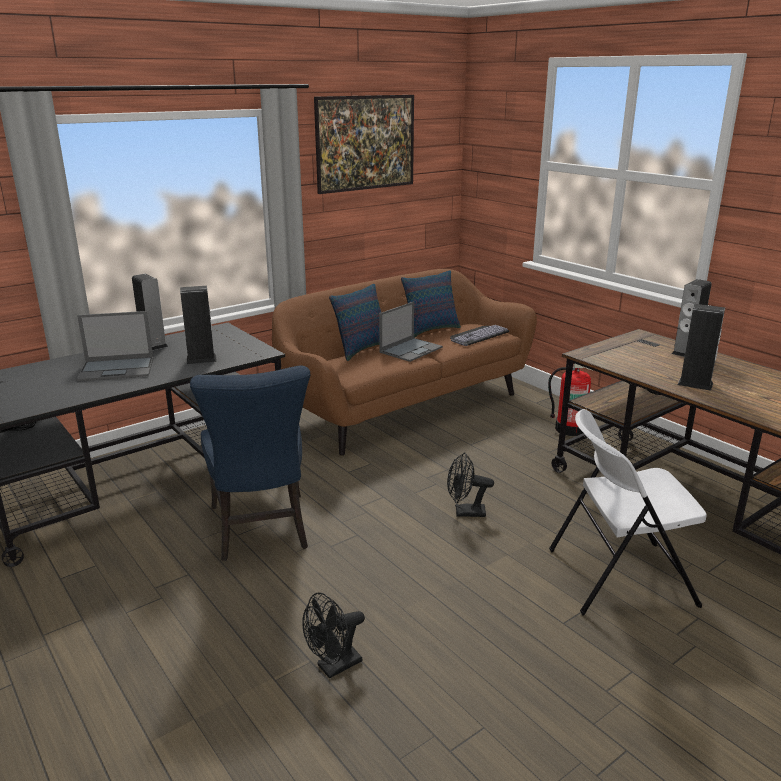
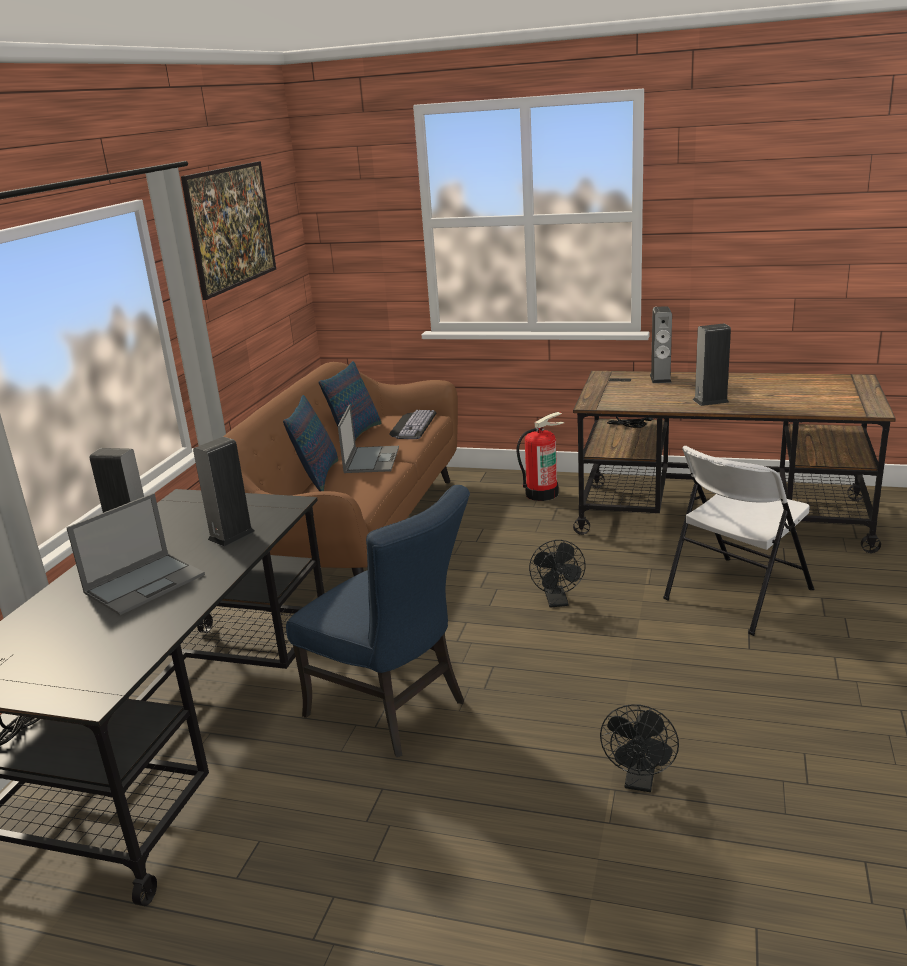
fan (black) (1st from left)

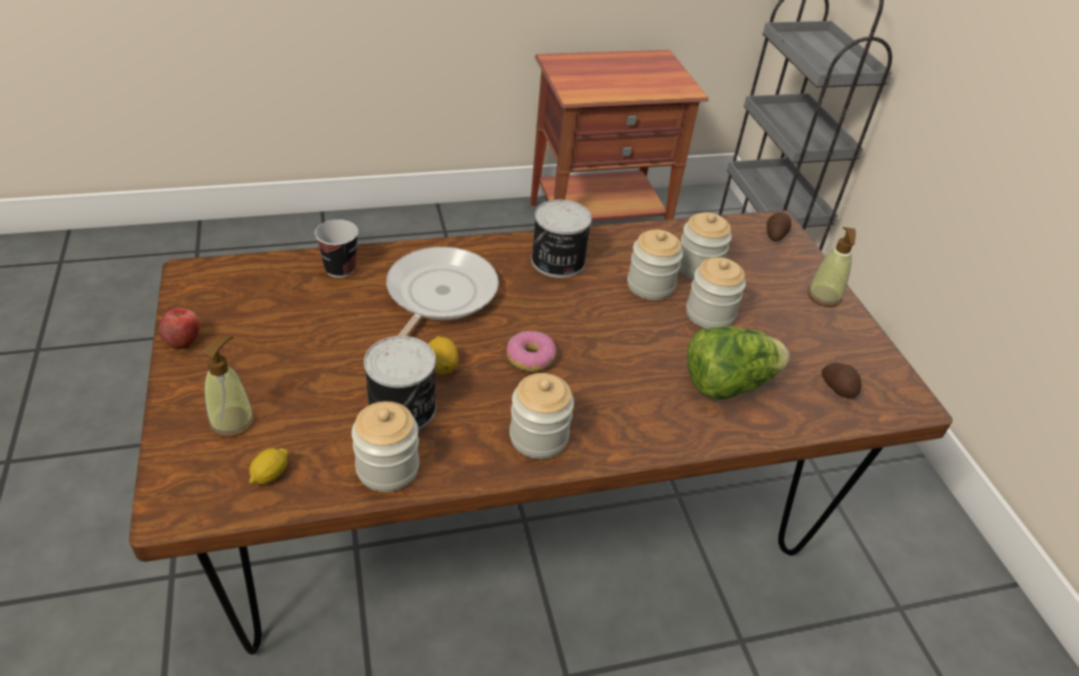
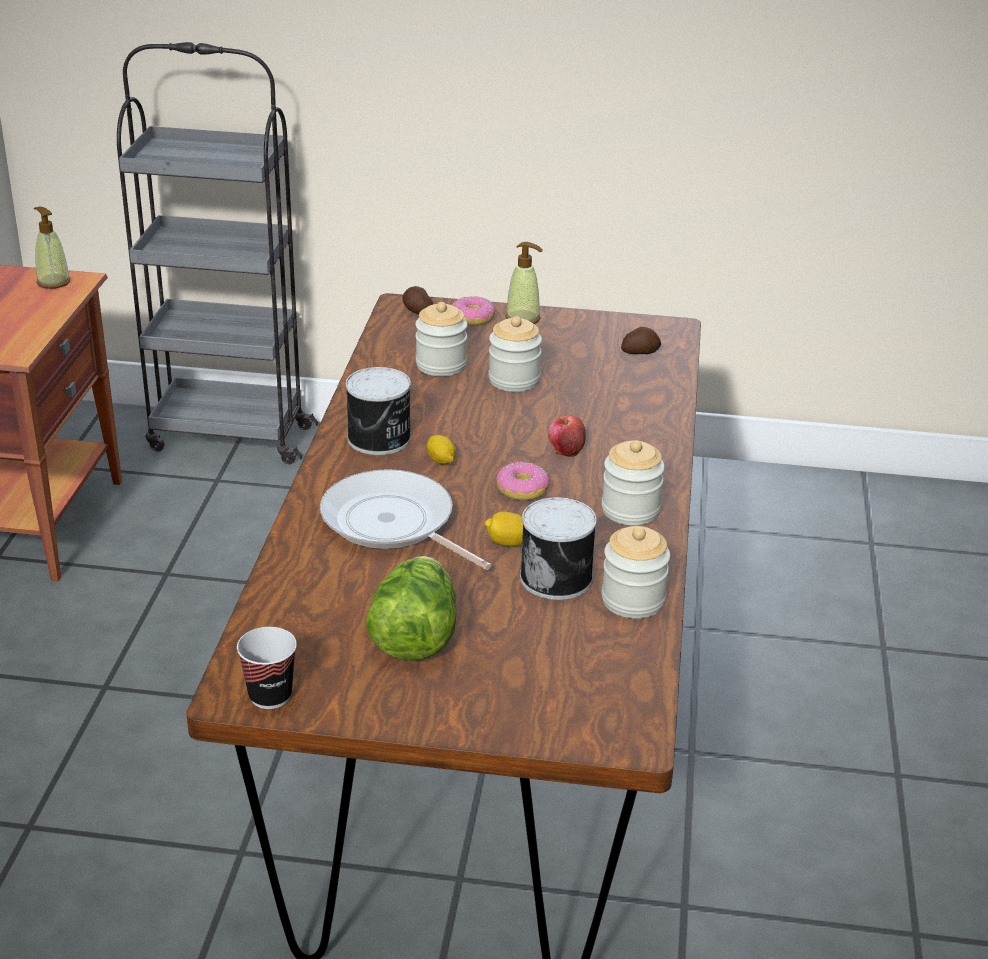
apple; soap dispenser (1st from left); lemon (1st from left); cup; jar (3rd from left in the first image); lettuce; donut (1st from left)

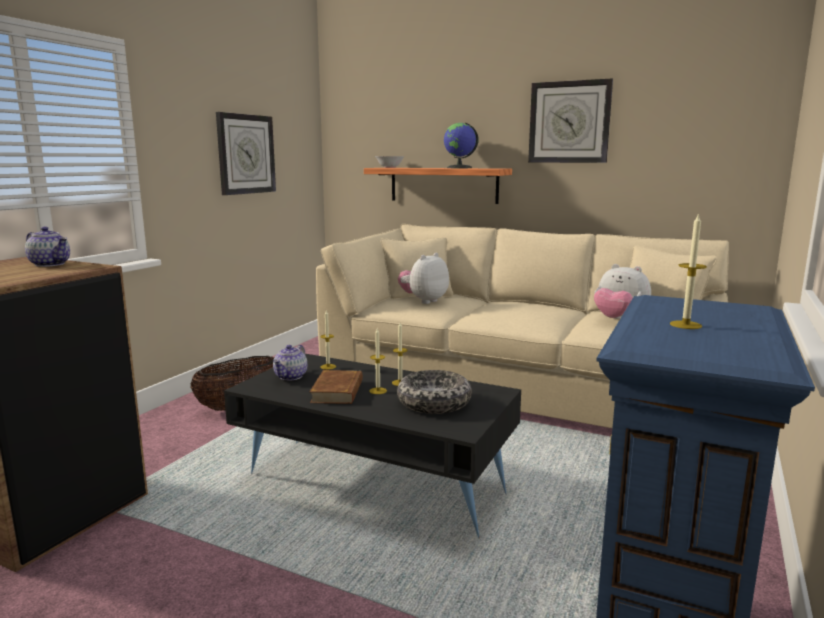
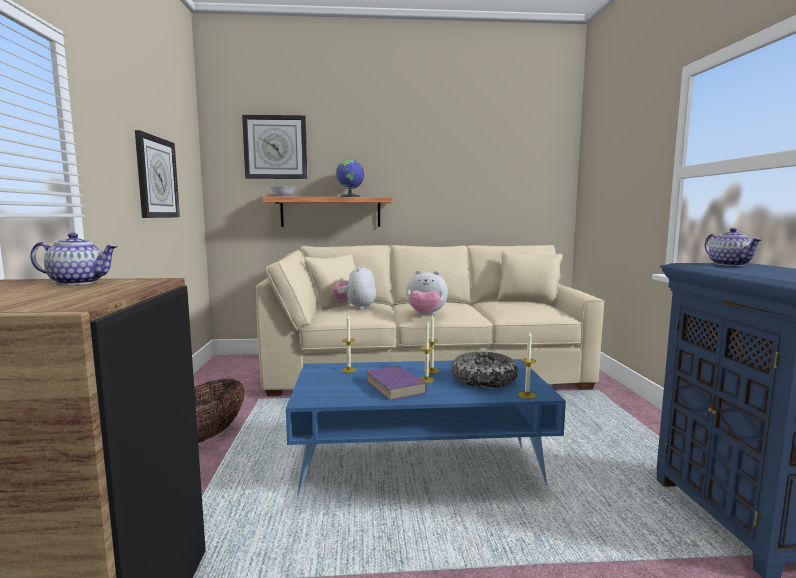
coffee table (blue); teapot (2nd from left); book (purple); wall clock (2nd from left); plush toy (2nd from left); candle (4th from left)

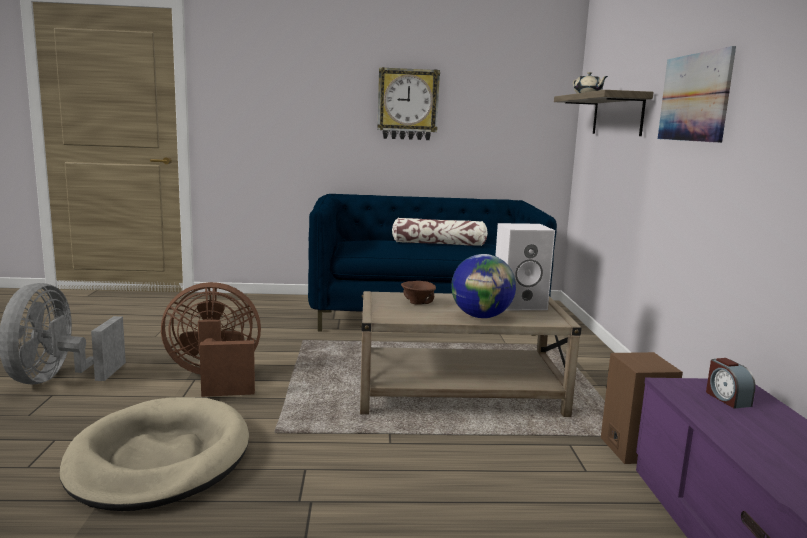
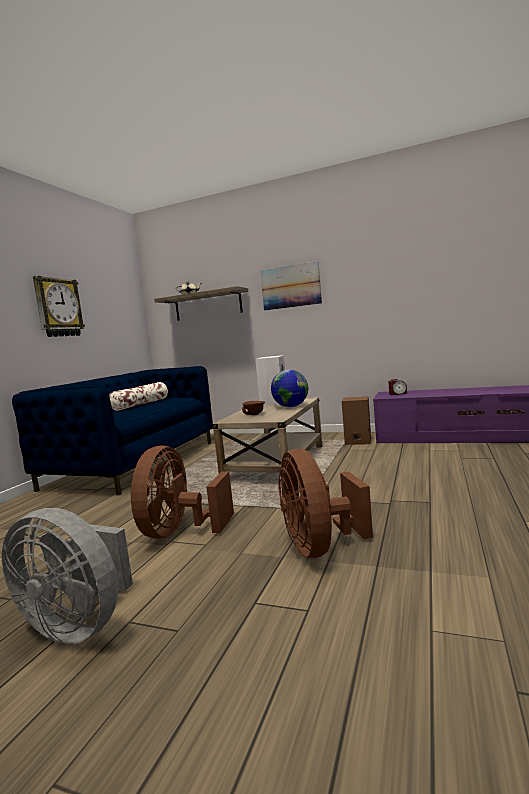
fan (brown) (2nd from left)

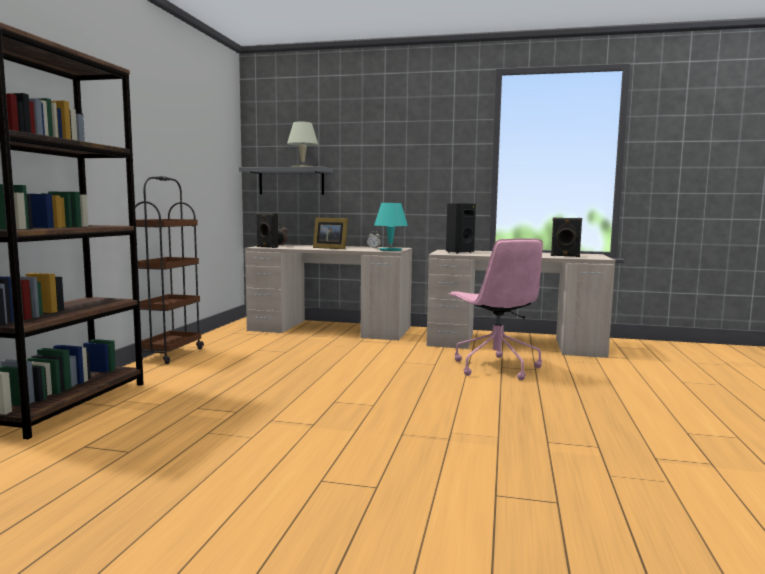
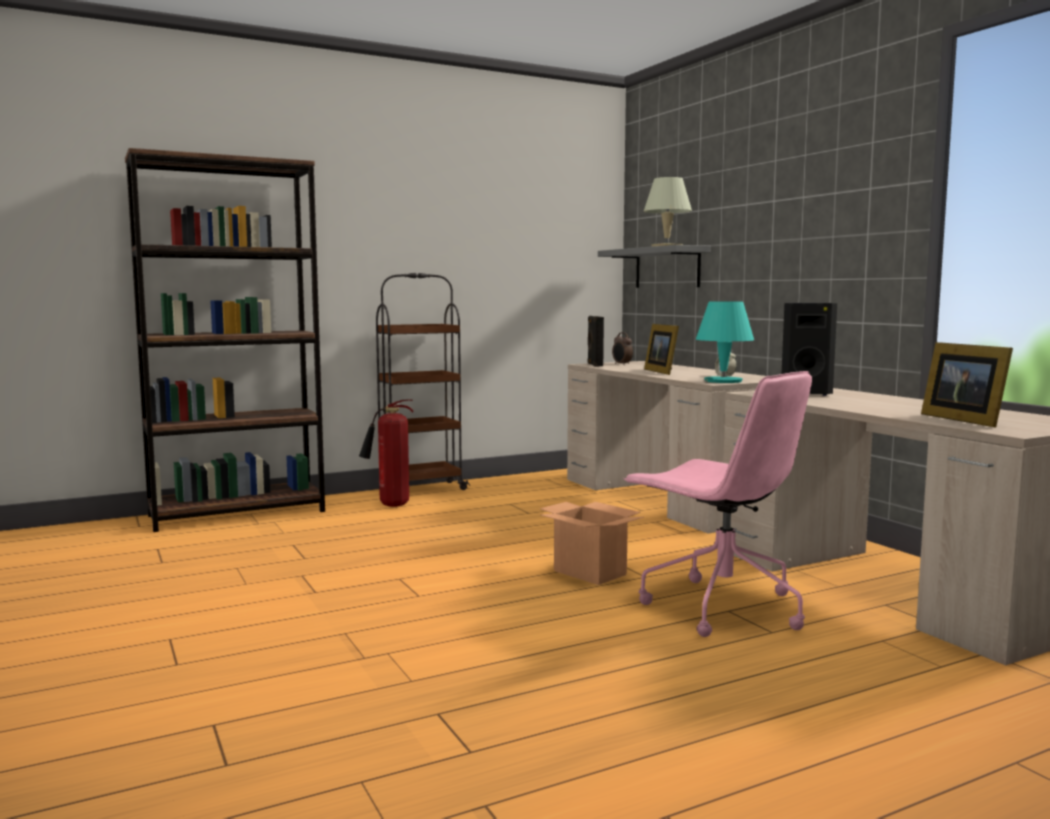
office chair (pink); picture frame (2nd from left); fire extinguisher; cardboard box

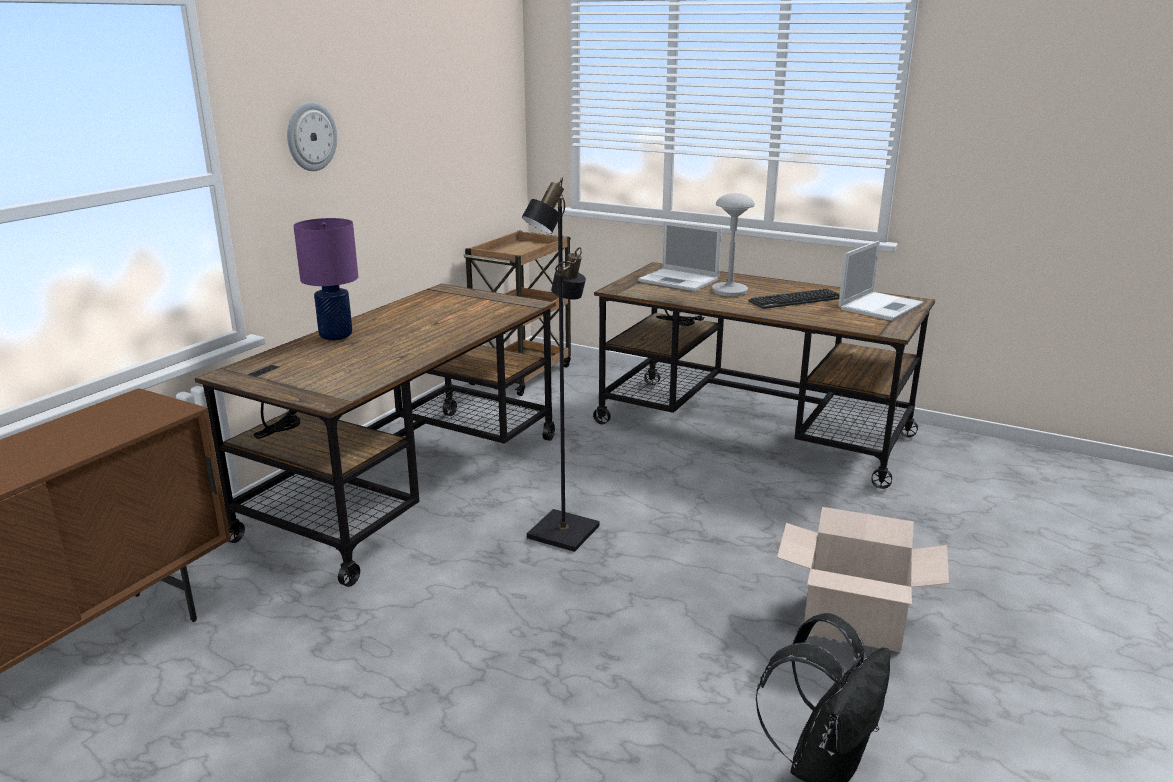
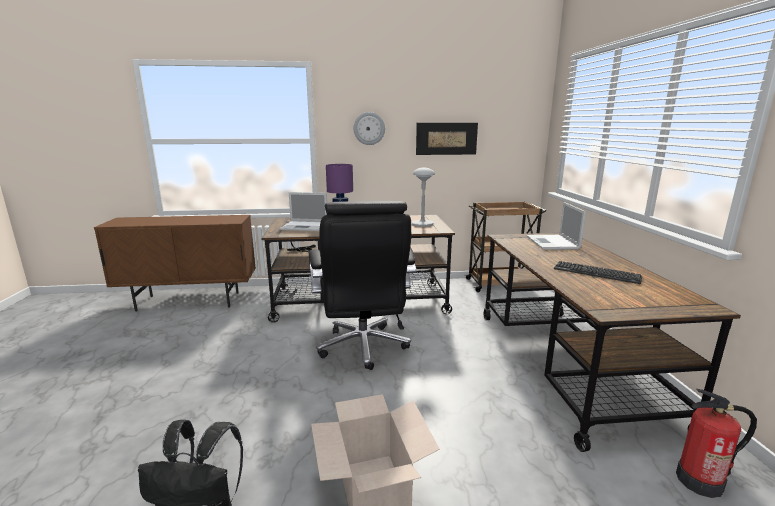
office chair (black); table lamp (grey); laptop (1st from left); picture; fire extinguisher

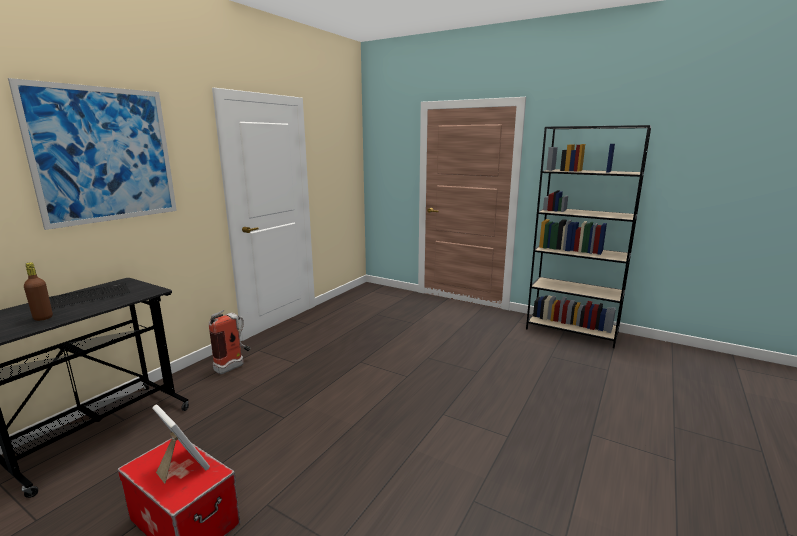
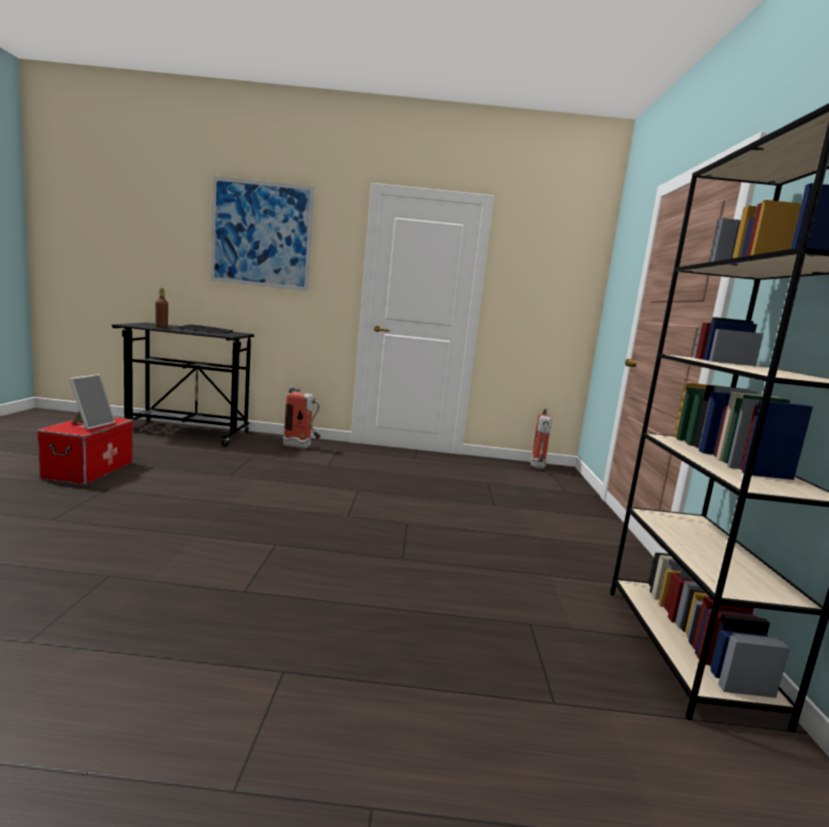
fire extinguisher (2nd from left)

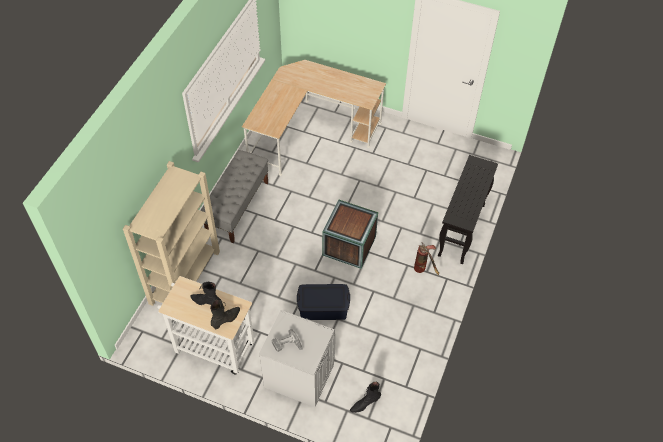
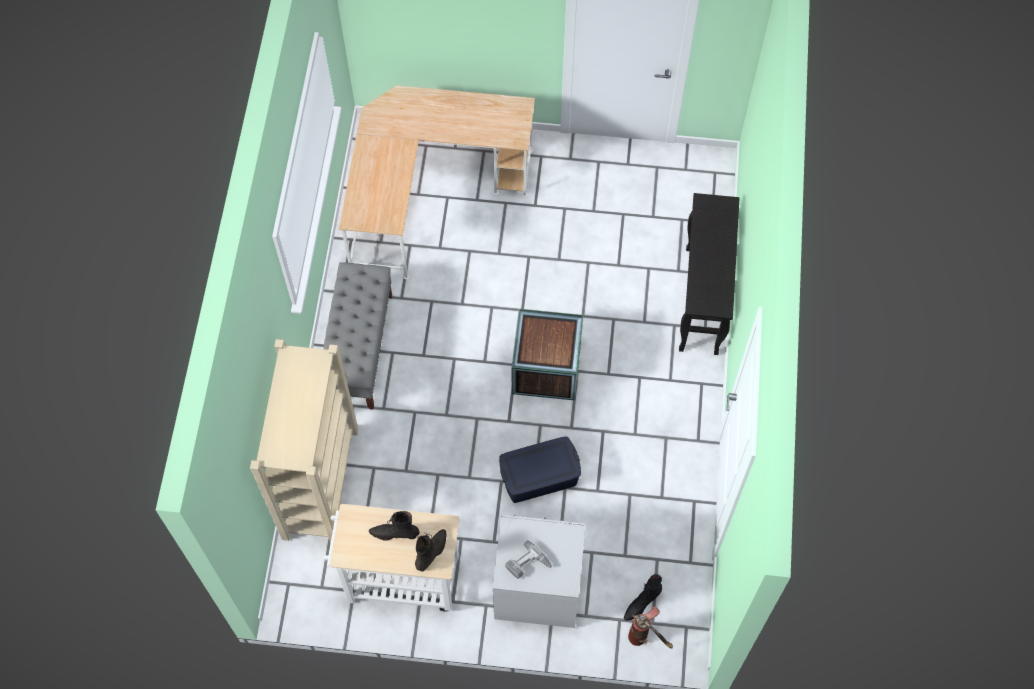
fire extinguisher

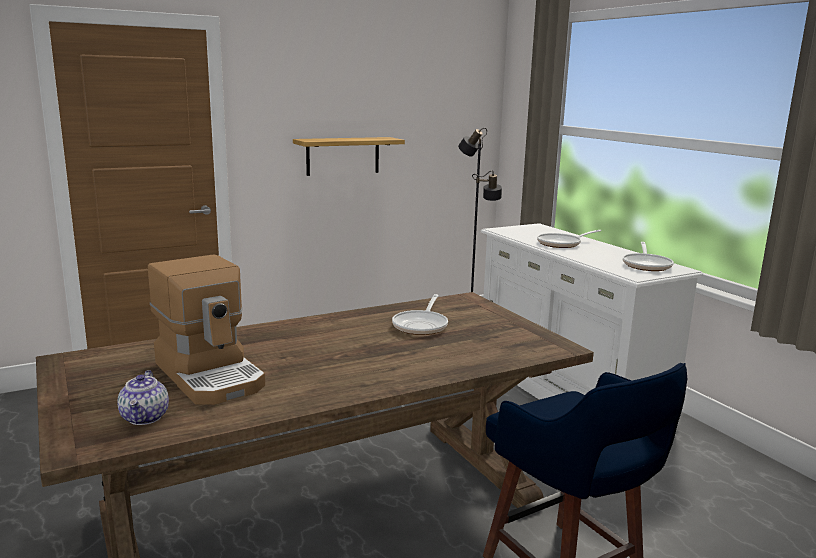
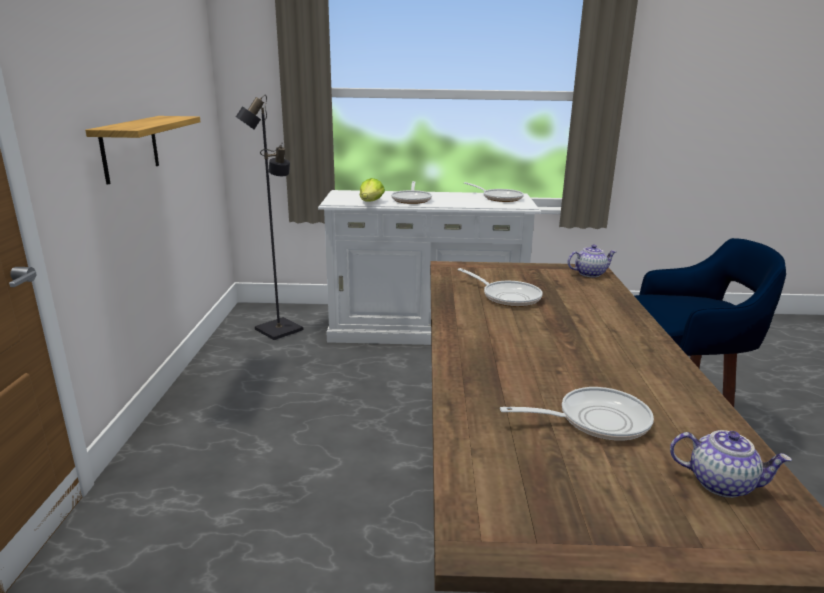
frying pan (4th from left); lettuce; teapot (1st from left)

